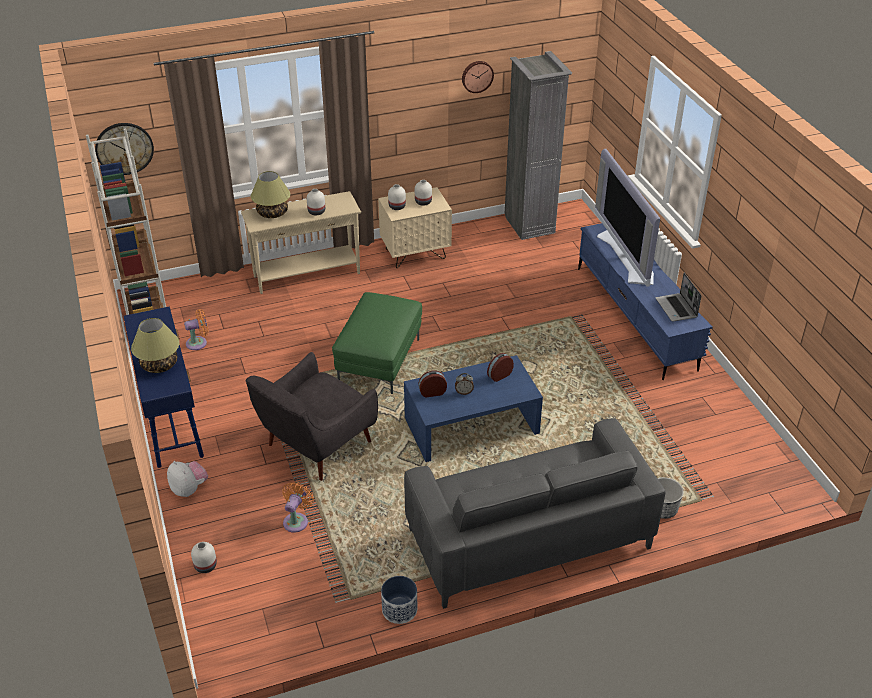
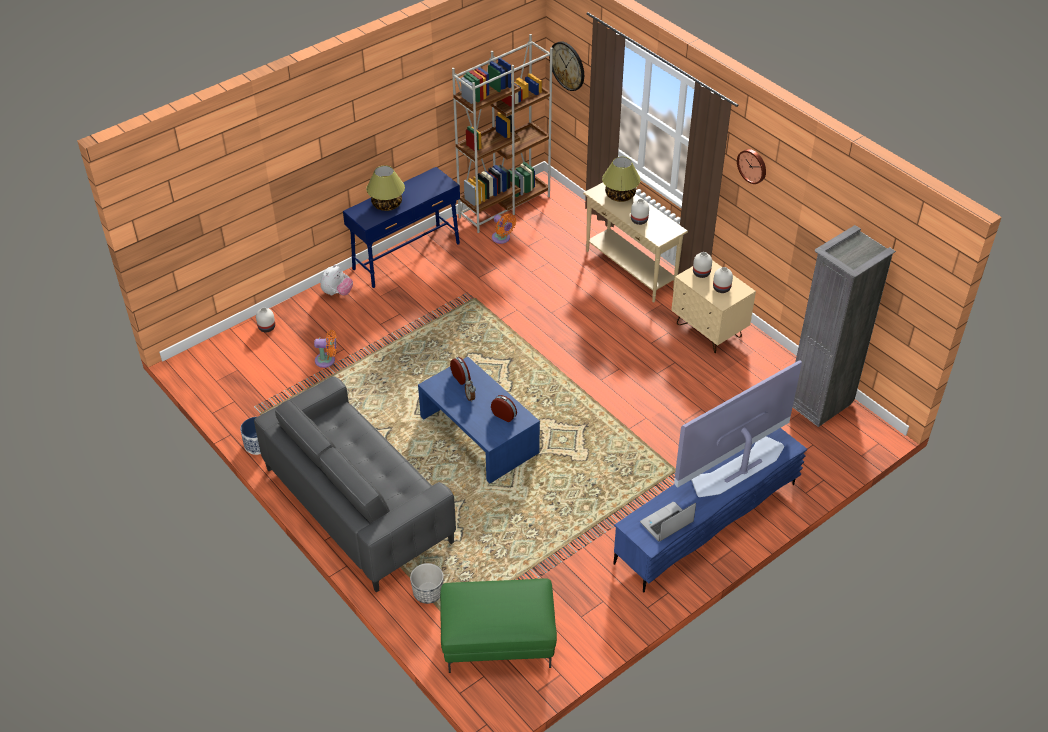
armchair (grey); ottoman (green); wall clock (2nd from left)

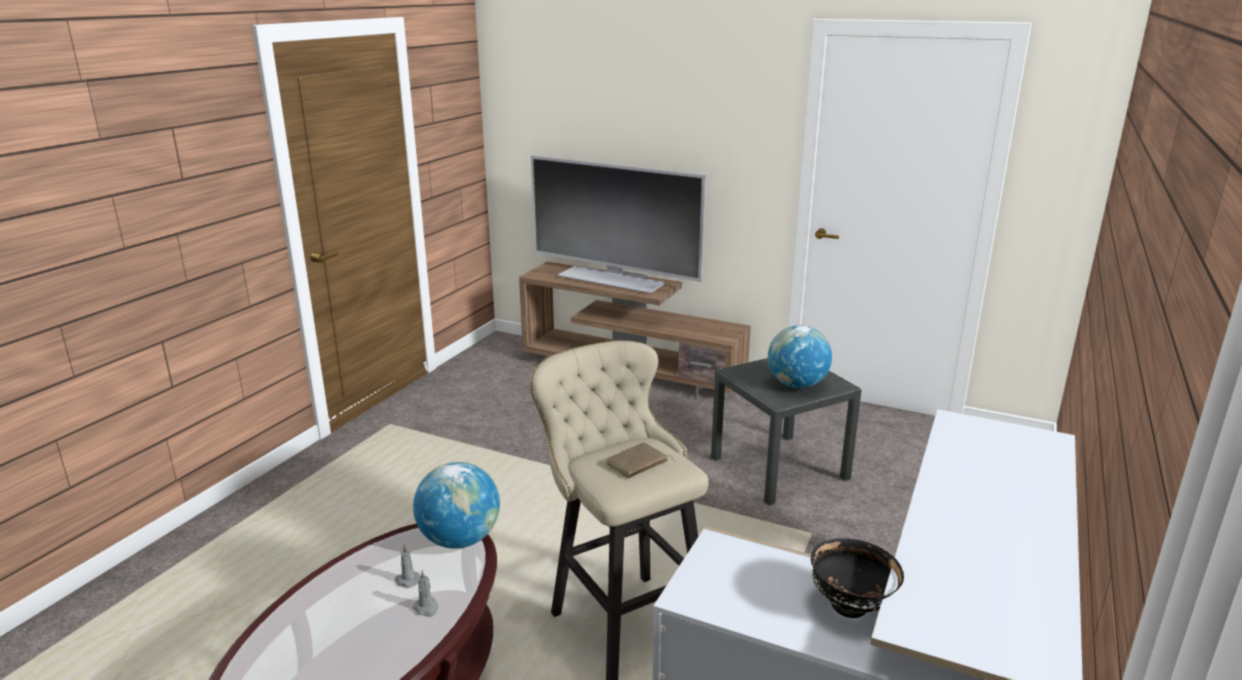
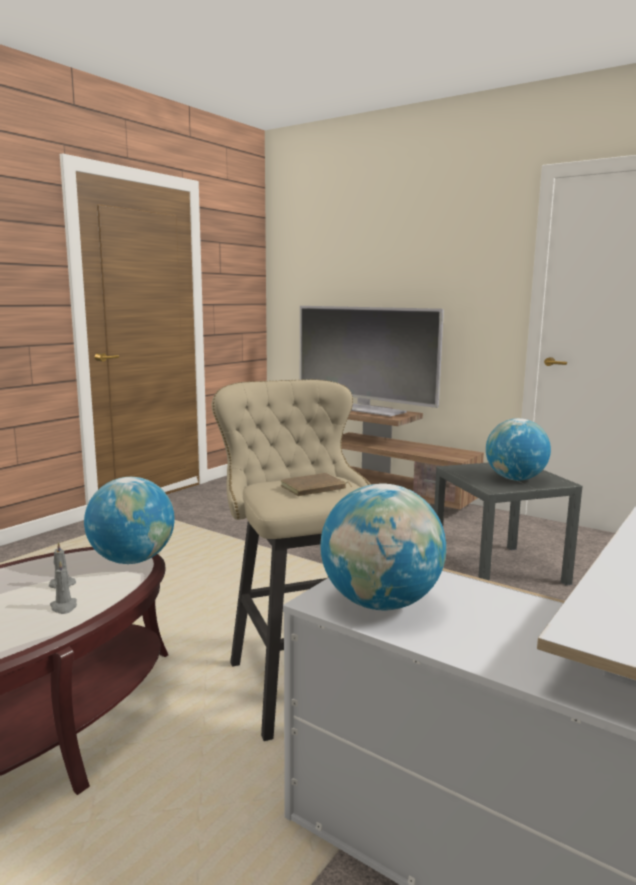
bowl (black); globe (2nd from left)

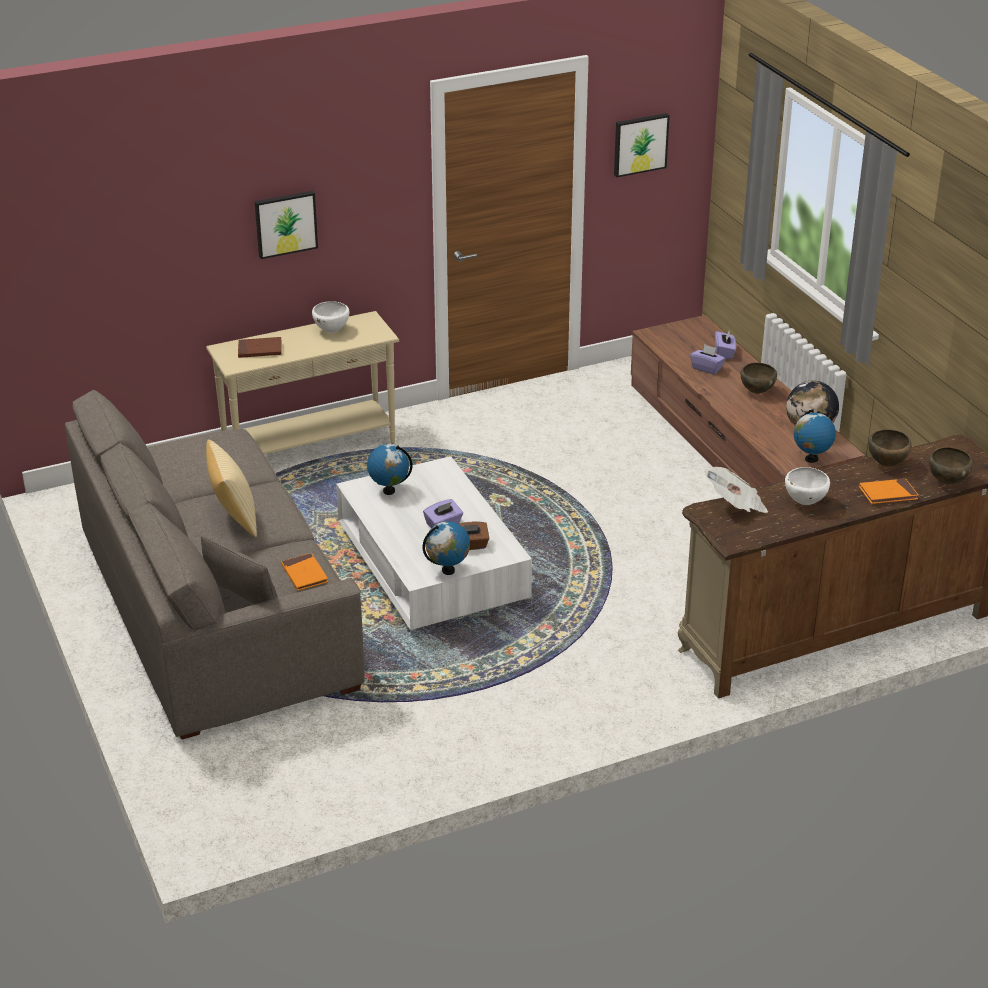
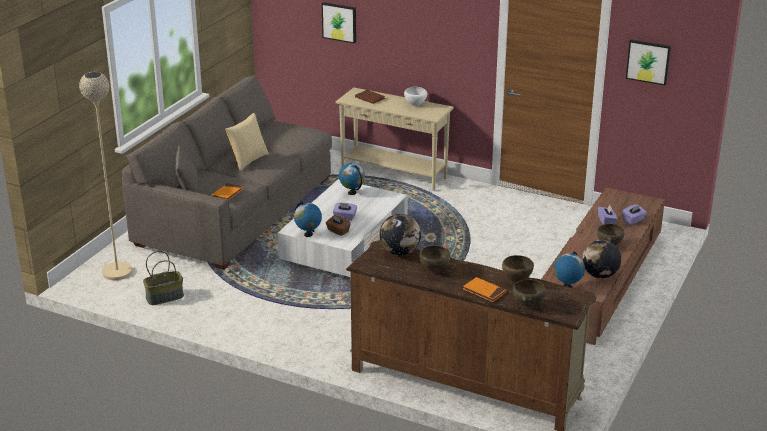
picture (1st from left); globe (3rd from left); bowl (brown) (1st from left); floor lamp (beige); basket

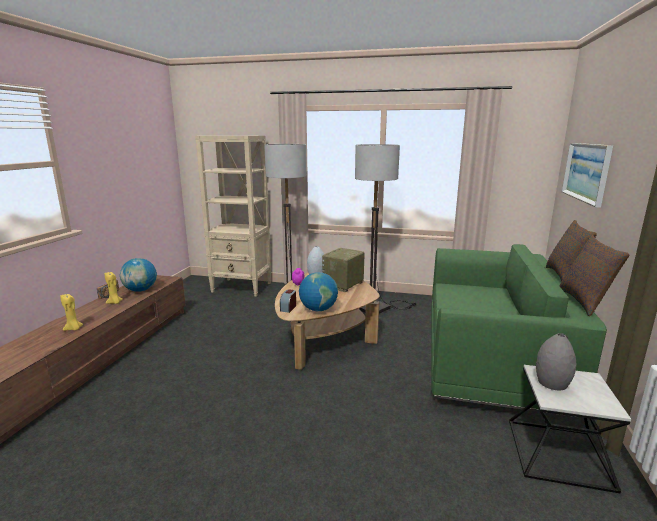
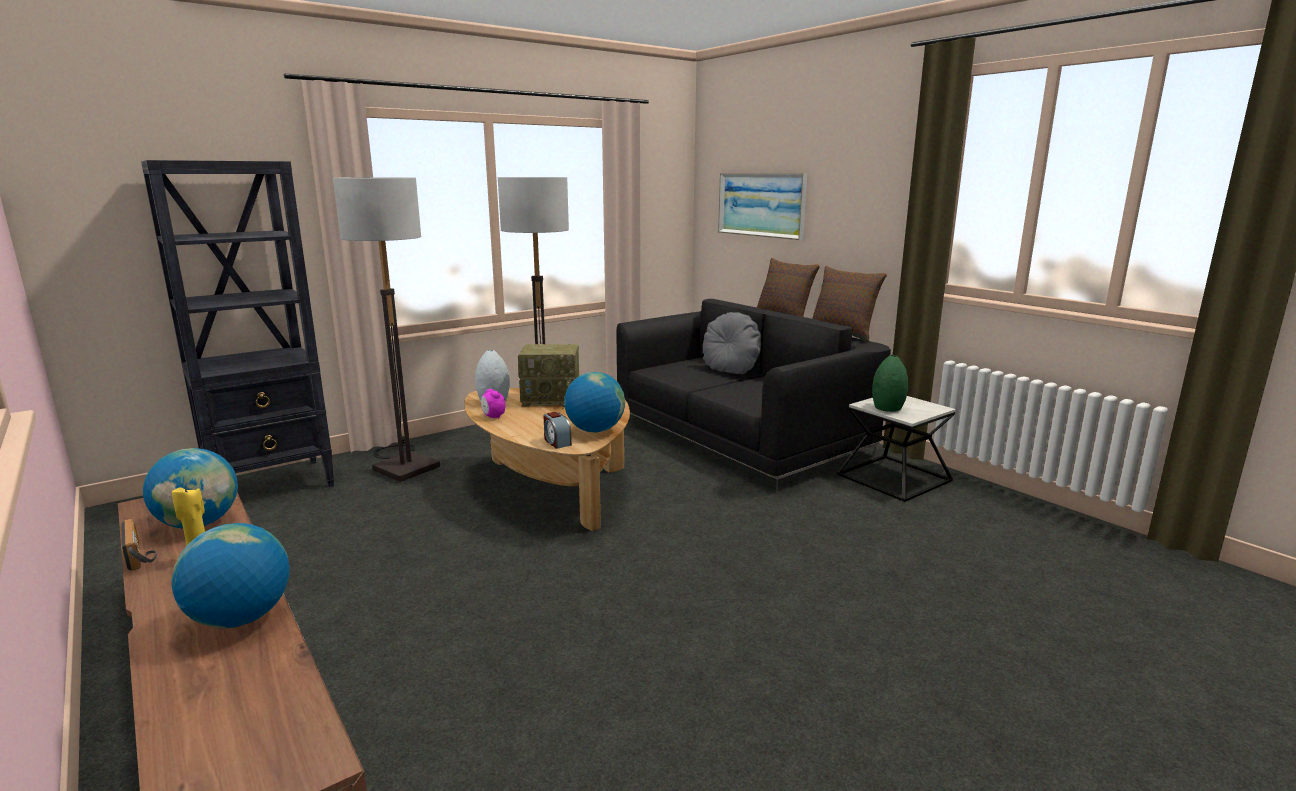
globe (2nd from left); bookcase (black); radio (2nd from left); sofa (black); vase (green); pillow (grey)

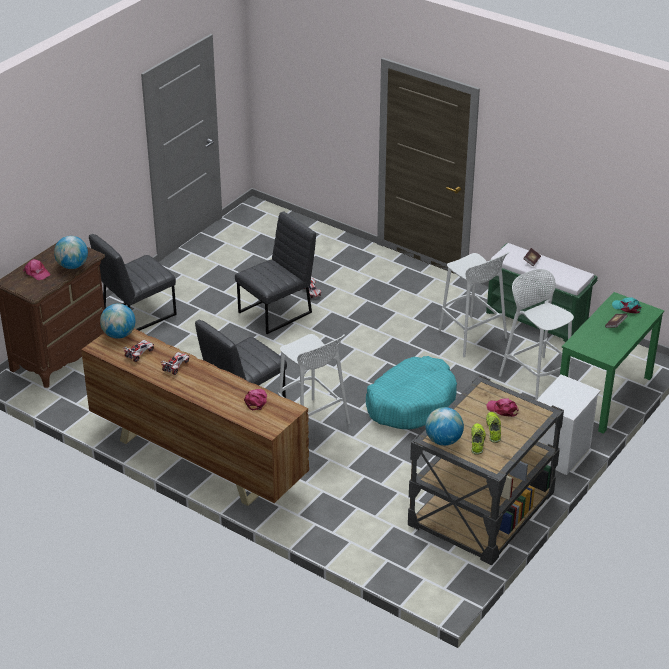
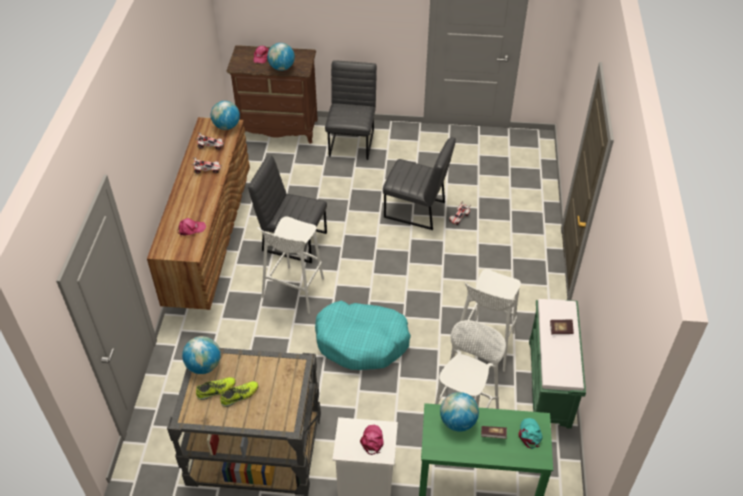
chair (grey) (2nd from left); cap (pink) (3rd from left); globe (4th from left)

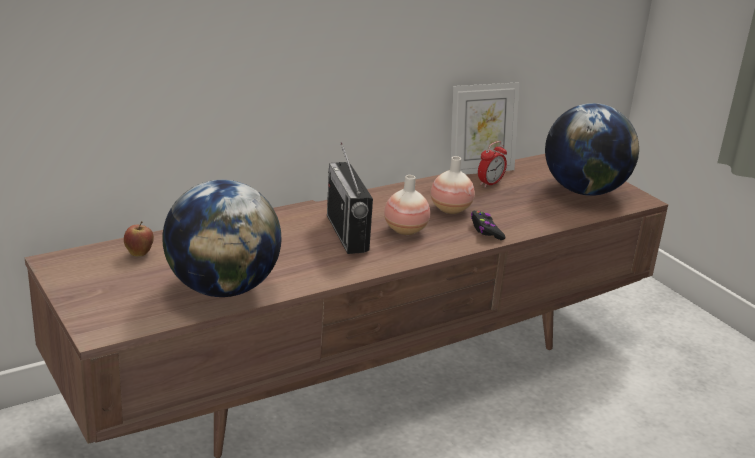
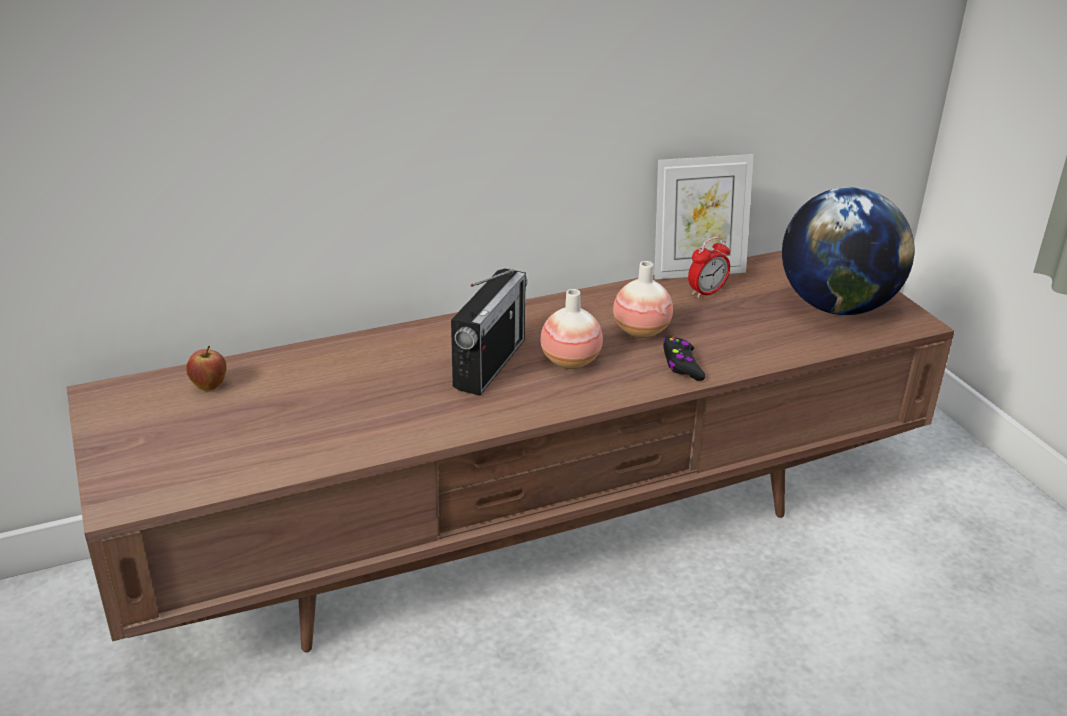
globe (1st from left in the first image); radio

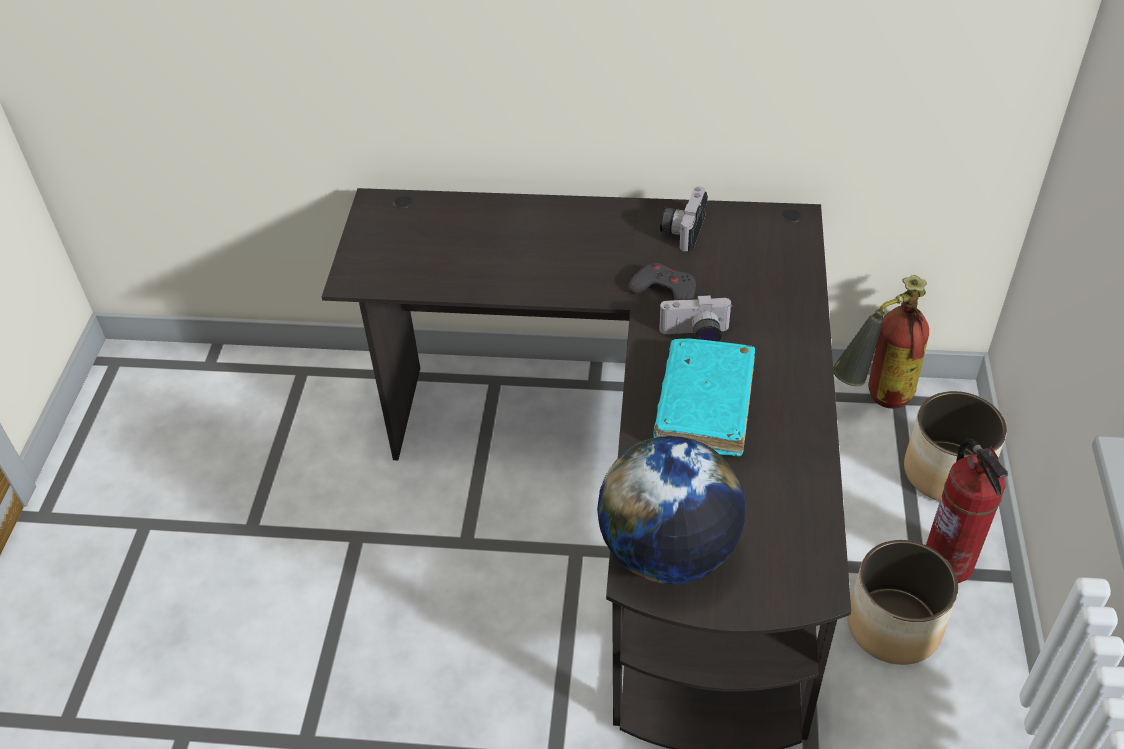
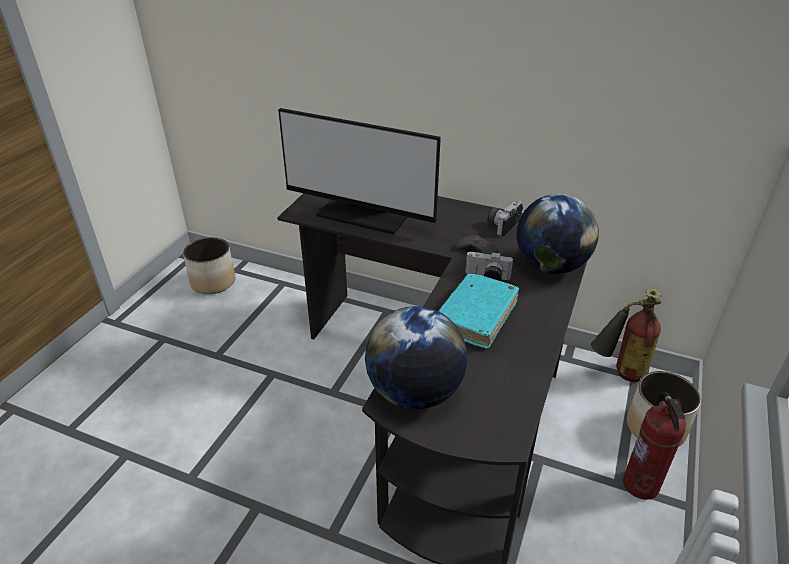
planter (1st from left); monitor; globe (2nd from left)

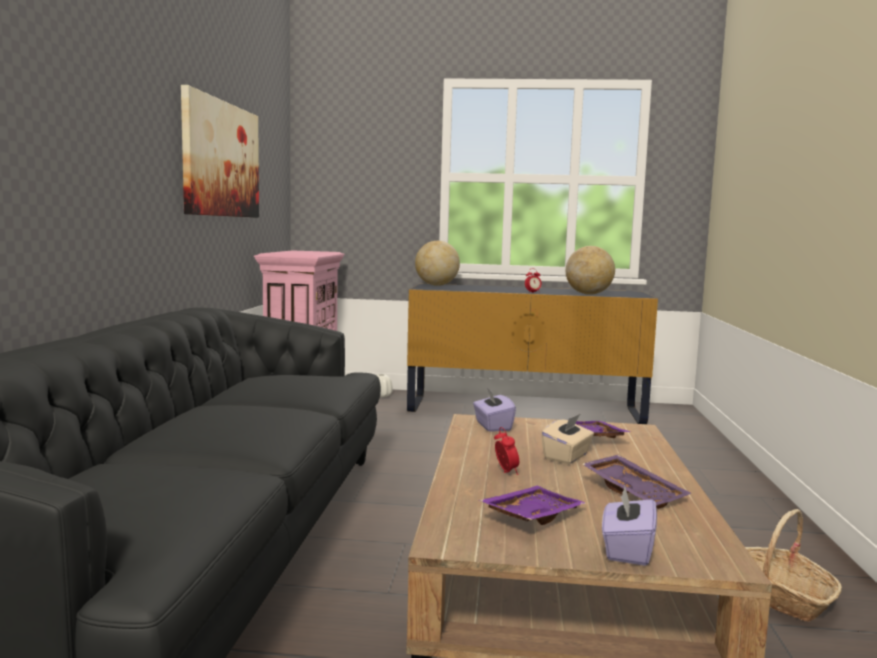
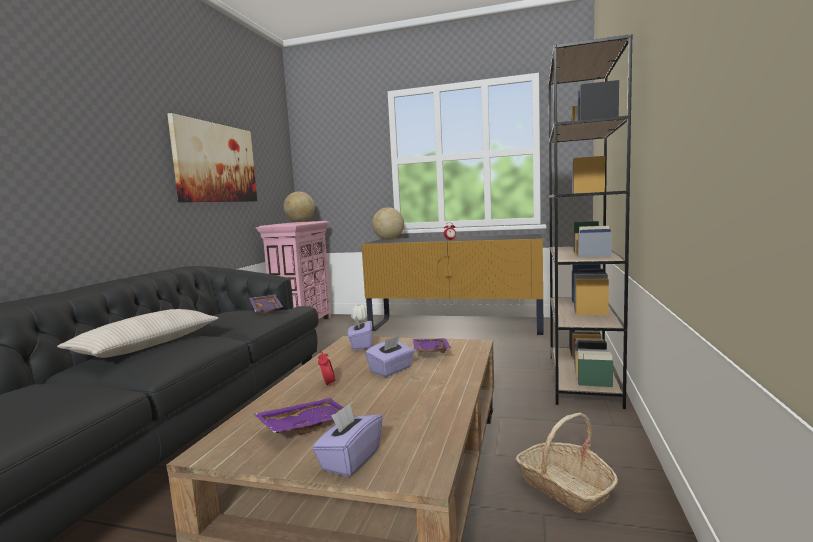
tissue box (purple) (3rd from left); globe (1st from left); tray (purple) (1st from left); pillow (beige); bookcase (beige)

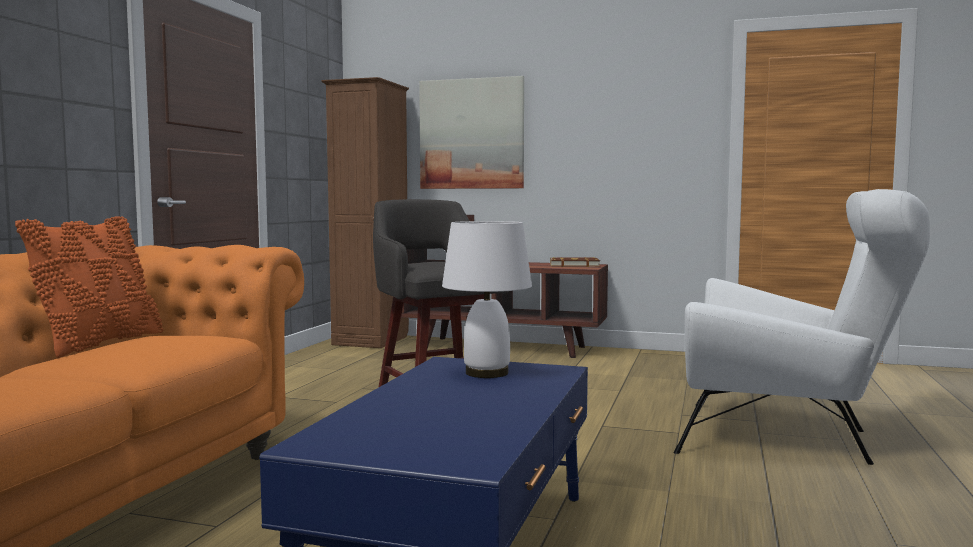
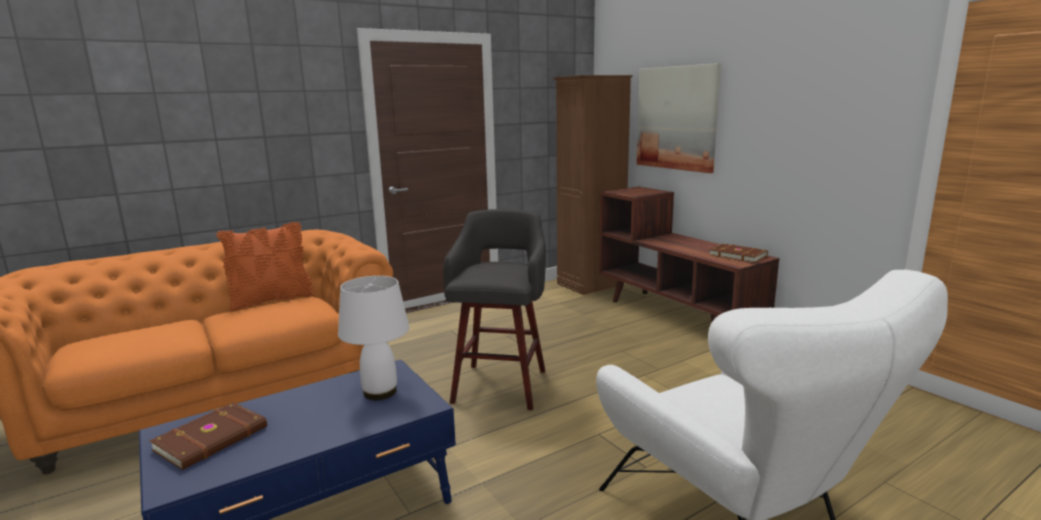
book (brown) (1st from left)

